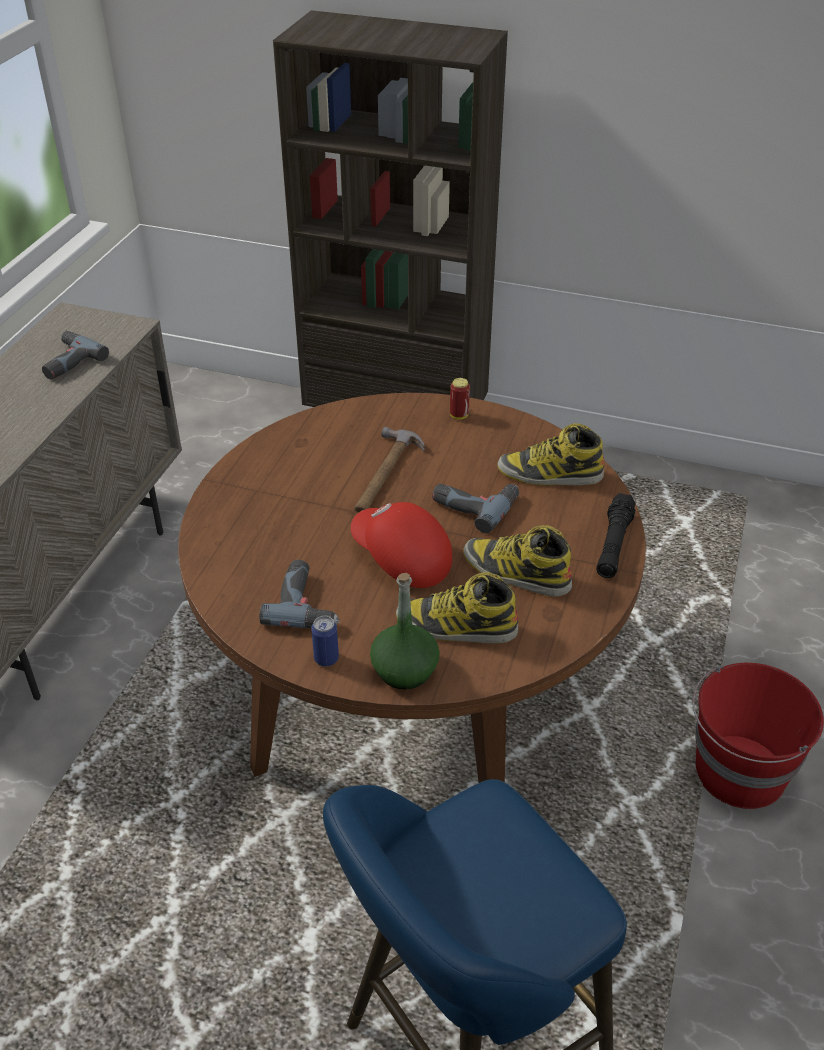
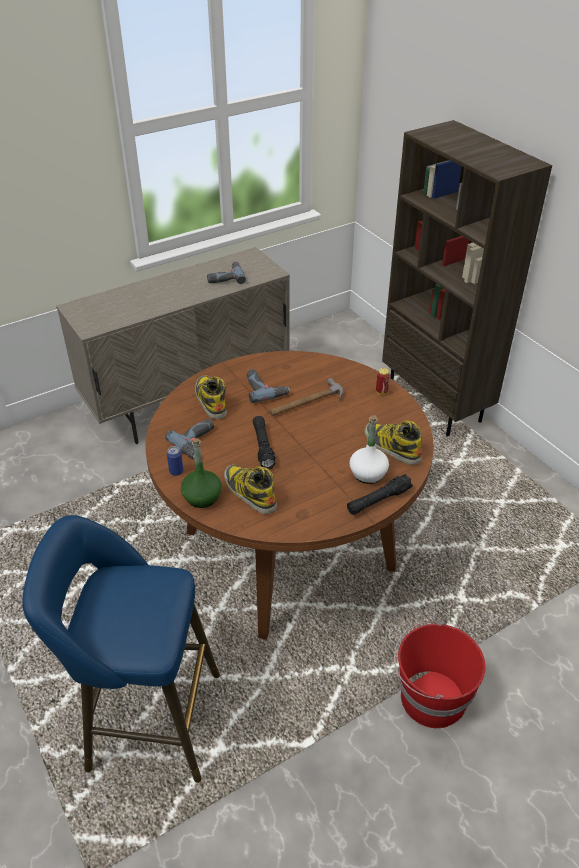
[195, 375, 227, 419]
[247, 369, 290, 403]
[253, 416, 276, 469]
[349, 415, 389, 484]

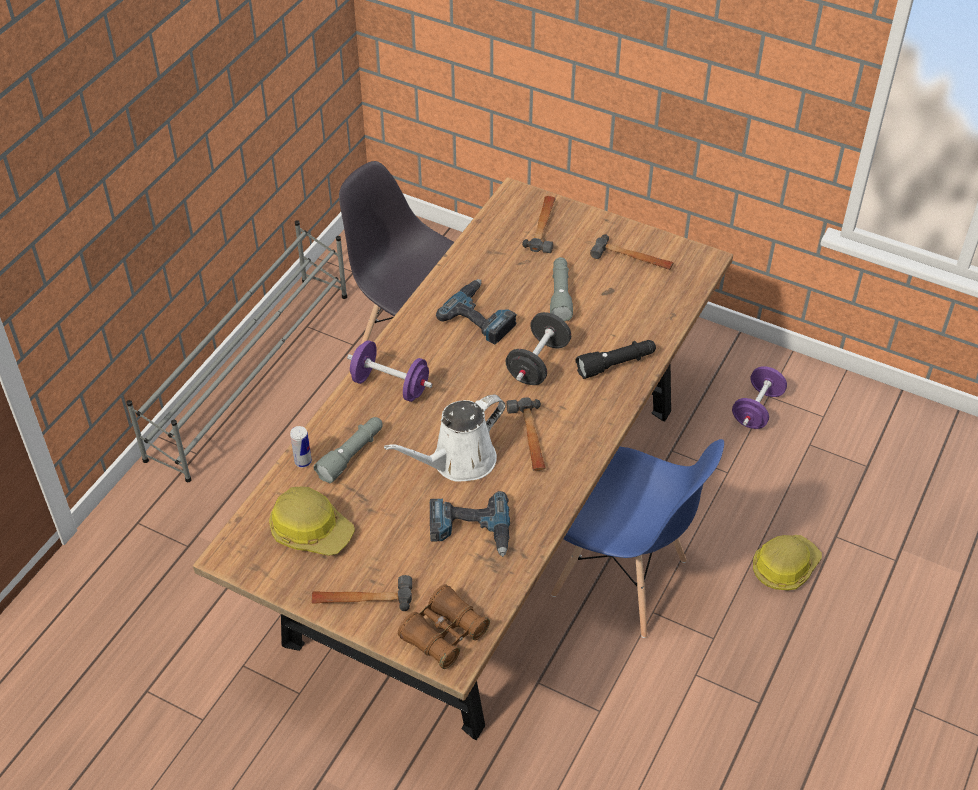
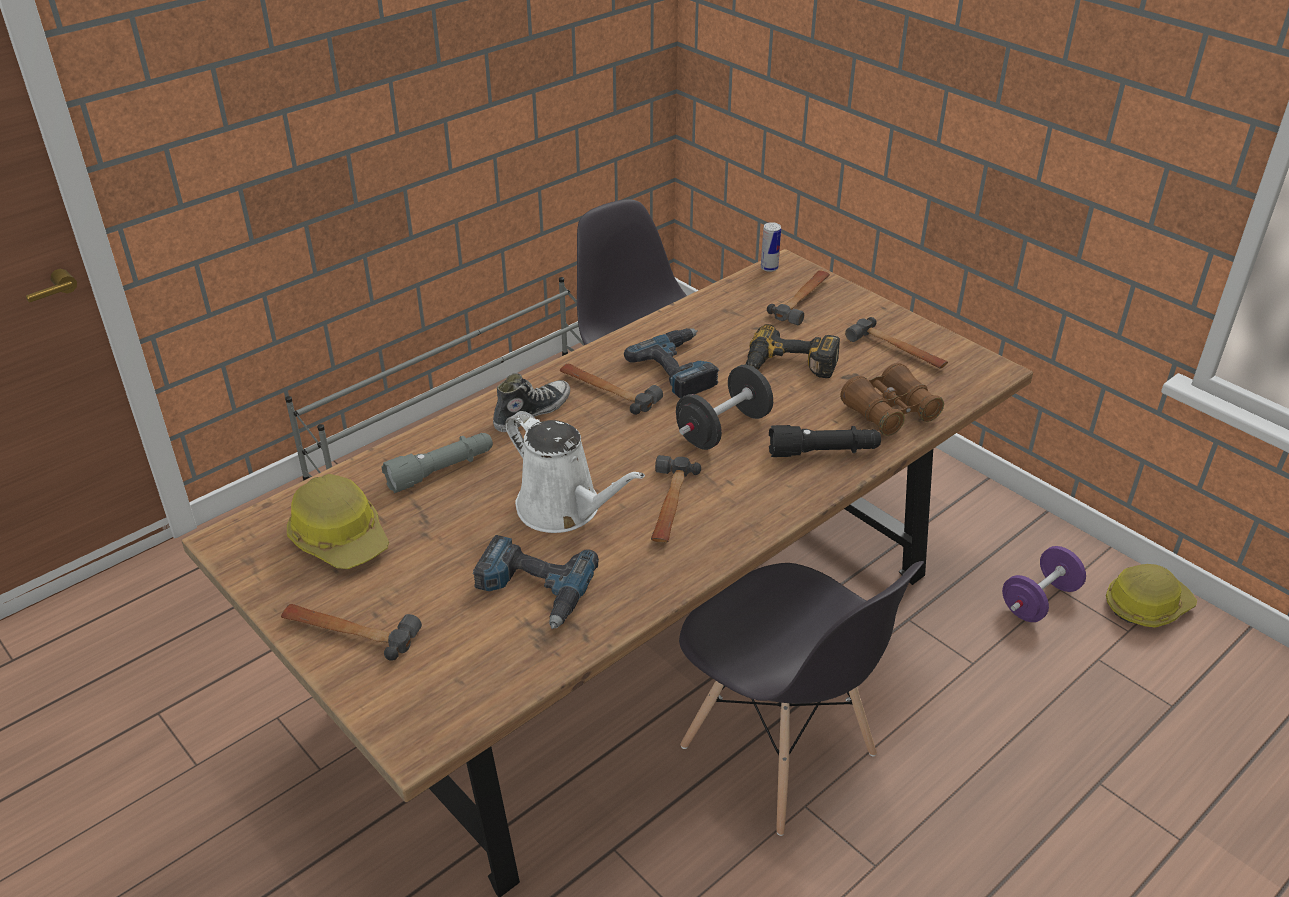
[493, 373, 570, 432]
[505, 411, 645, 533]
[560, 364, 663, 415]
[679, 561, 924, 836]
[746, 324, 840, 378]
[761, 222, 781, 272]
[840, 363, 944, 436]
[1106, 564, 1197, 628]

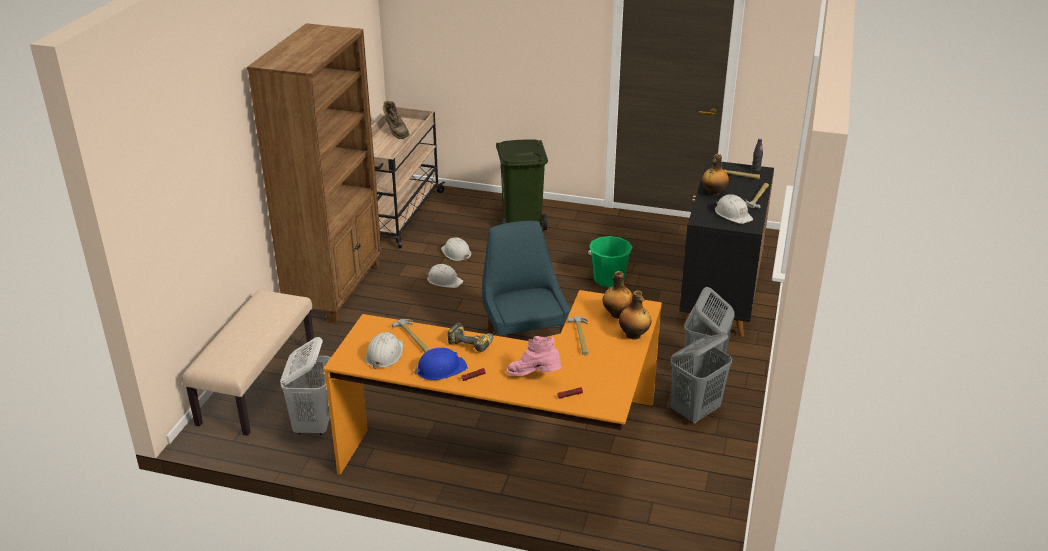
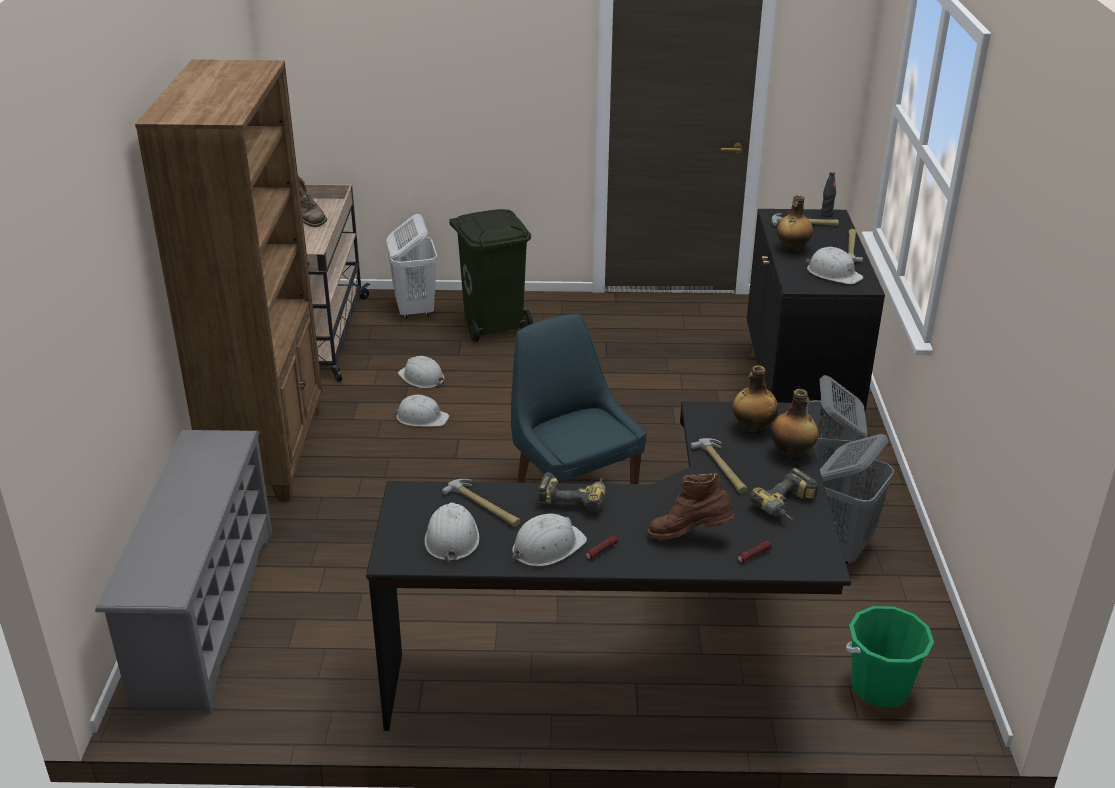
[95, 430, 272, 713]
[366, 401, 851, 731]
[386, 214, 437, 319]
[512, 514, 587, 566]
[648, 473, 735, 540]
[749, 468, 818, 520]
[846, 606, 934, 707]

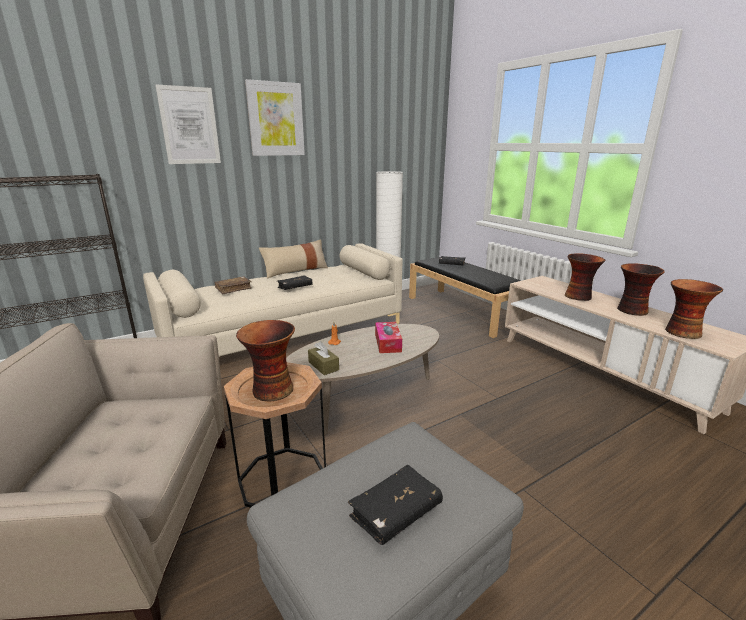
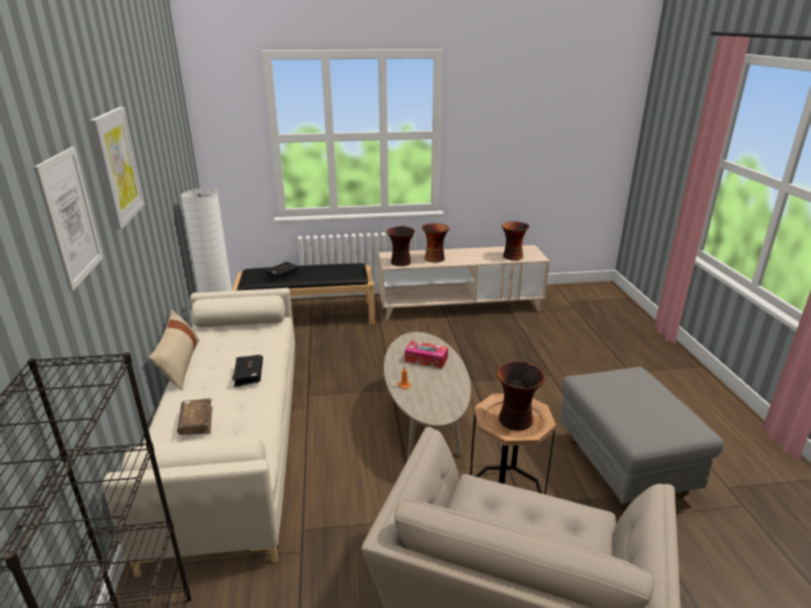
[387, 226, 415, 266]
[308, 341, 339, 375] (first image)
[348, 465, 443, 545] (first image)

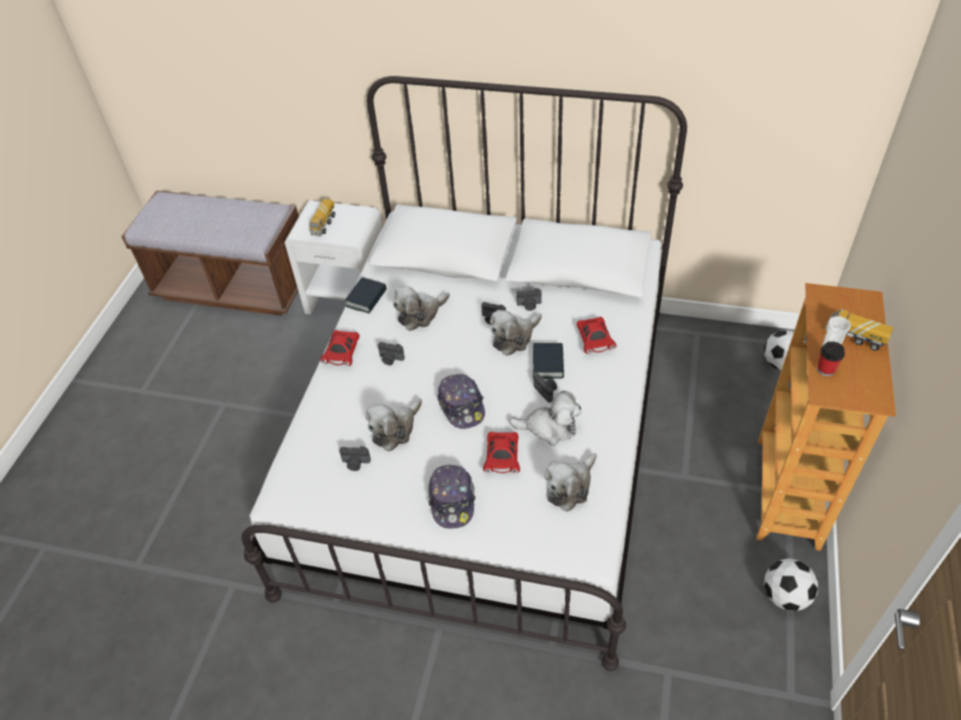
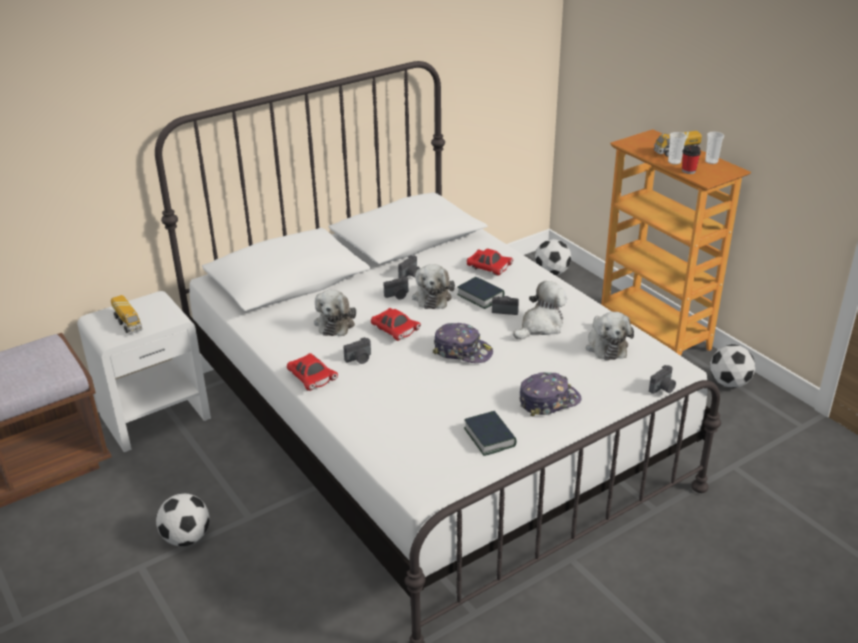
[156, 493, 210, 546]
[371, 308, 421, 341]
[464, 411, 517, 456]
[520, 372, 582, 417]
[649, 365, 676, 394]
[705, 132, 724, 164]
[366, 398, 422, 452] (first image)

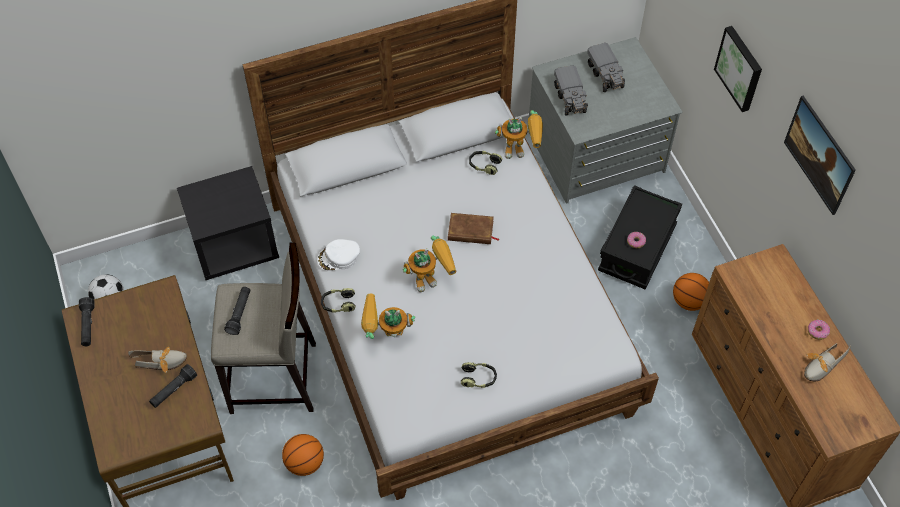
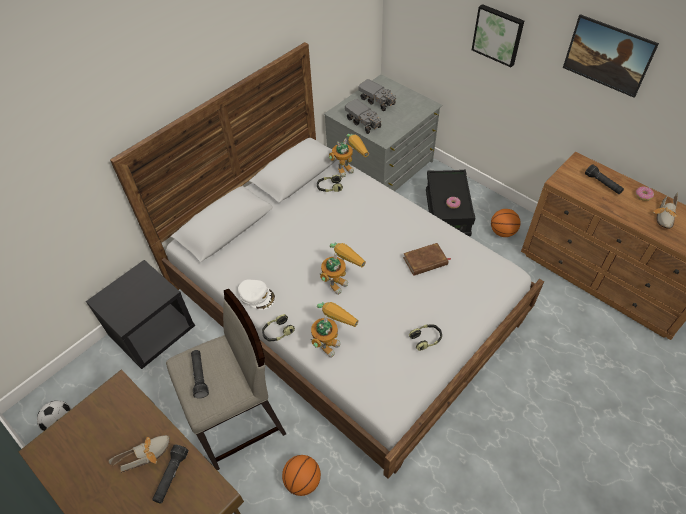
[238, 279, 275, 310]
[311, 302, 359, 357]
[403, 243, 451, 276]
[585, 164, 624, 194]

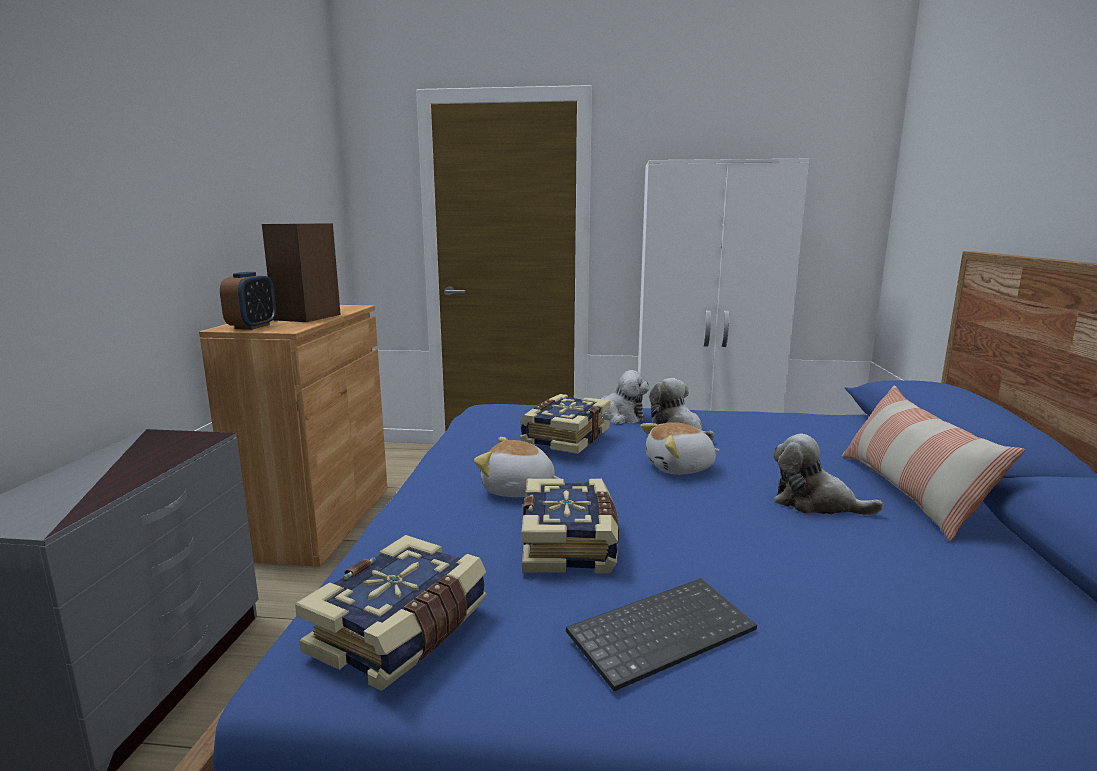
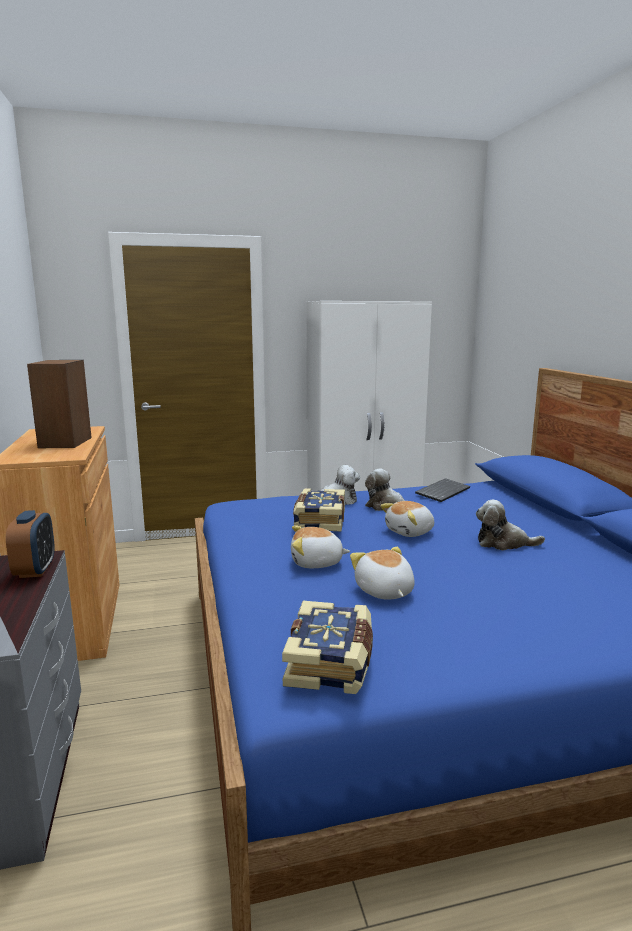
[6, 510, 55, 578]
[350, 547, 415, 599]
[415, 478, 470, 502]
[841, 385, 1025, 542] (first image)

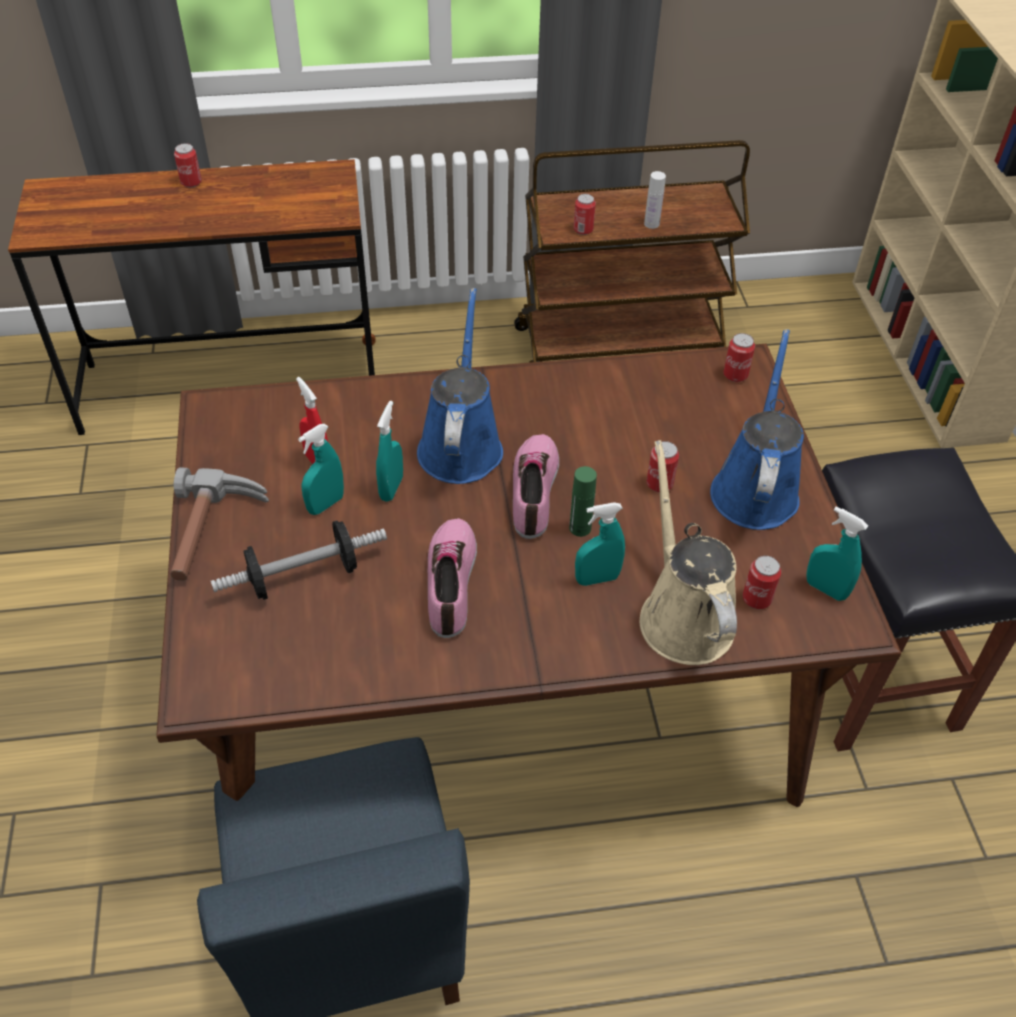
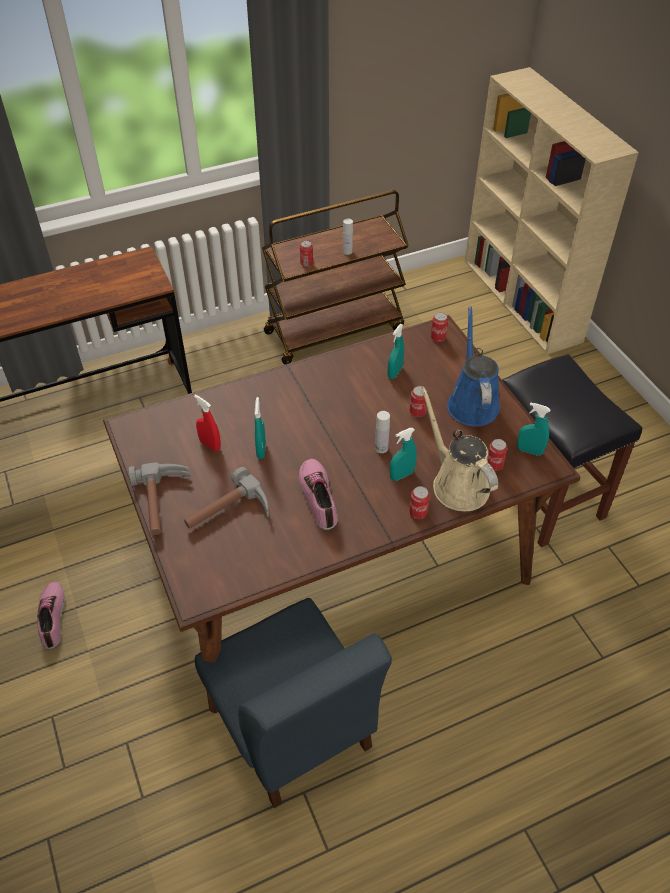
[37, 582, 65, 649]
[184, 467, 269, 529]
[375, 411, 390, 453]
[388, 324, 404, 379]
[409, 486, 430, 519]
[417, 288, 503, 484] (first image)

